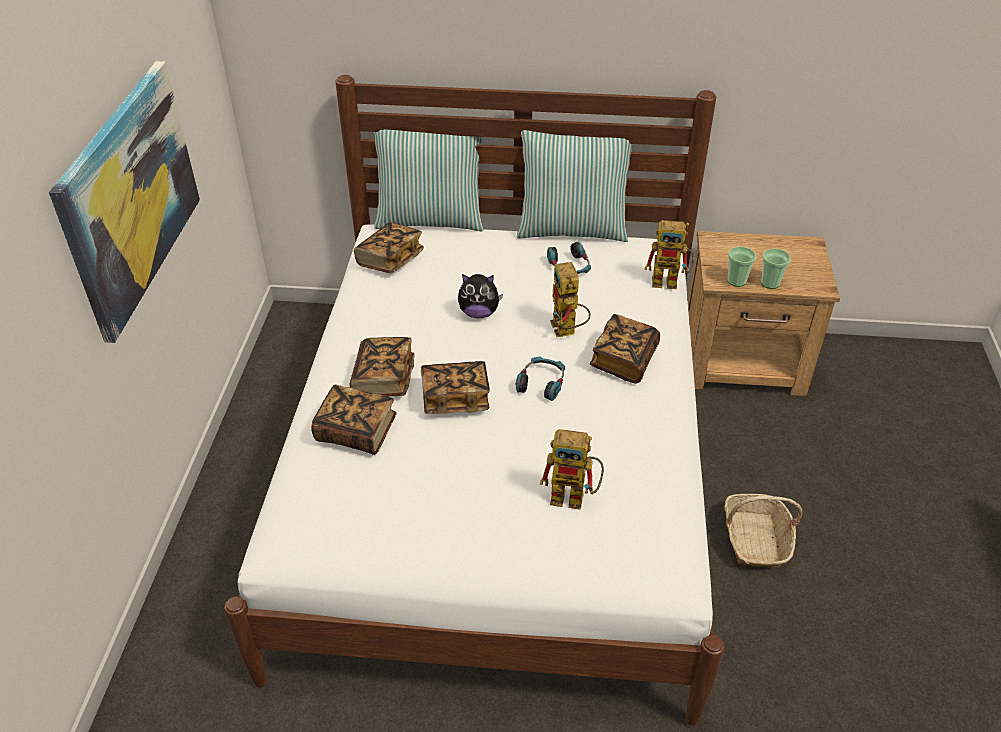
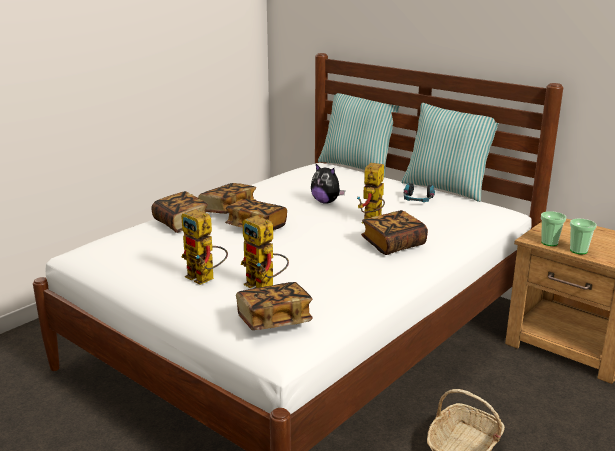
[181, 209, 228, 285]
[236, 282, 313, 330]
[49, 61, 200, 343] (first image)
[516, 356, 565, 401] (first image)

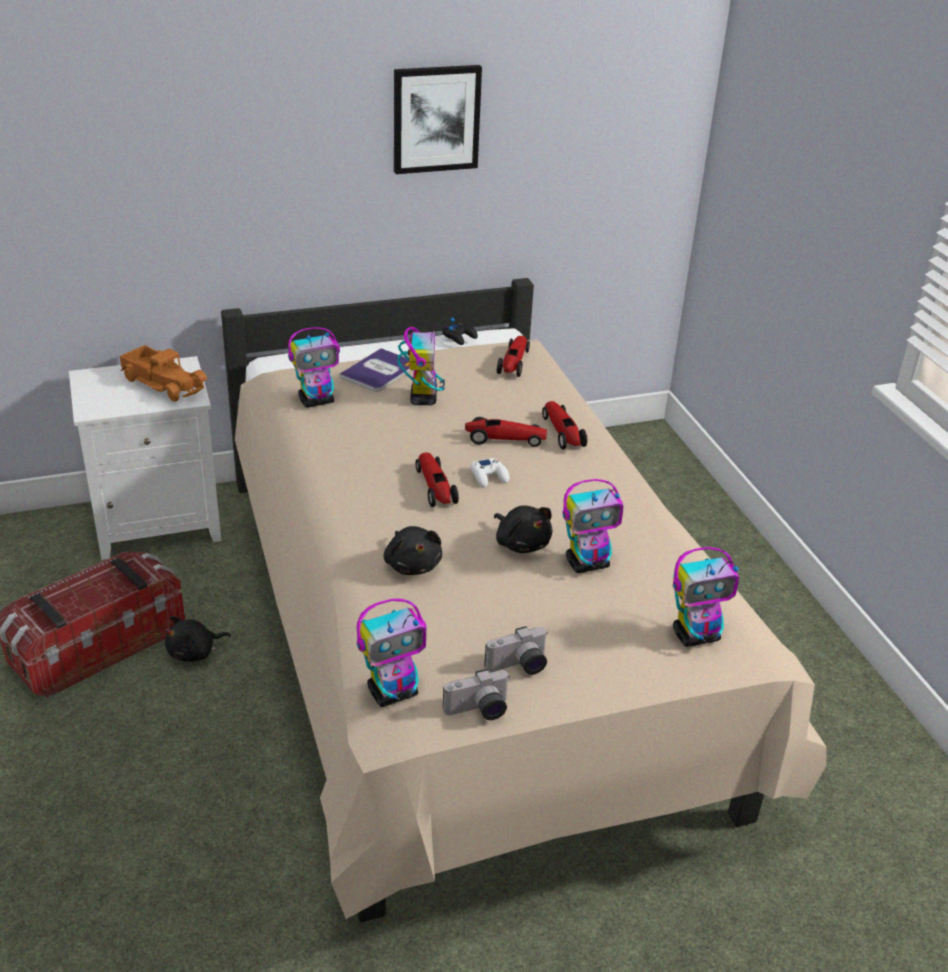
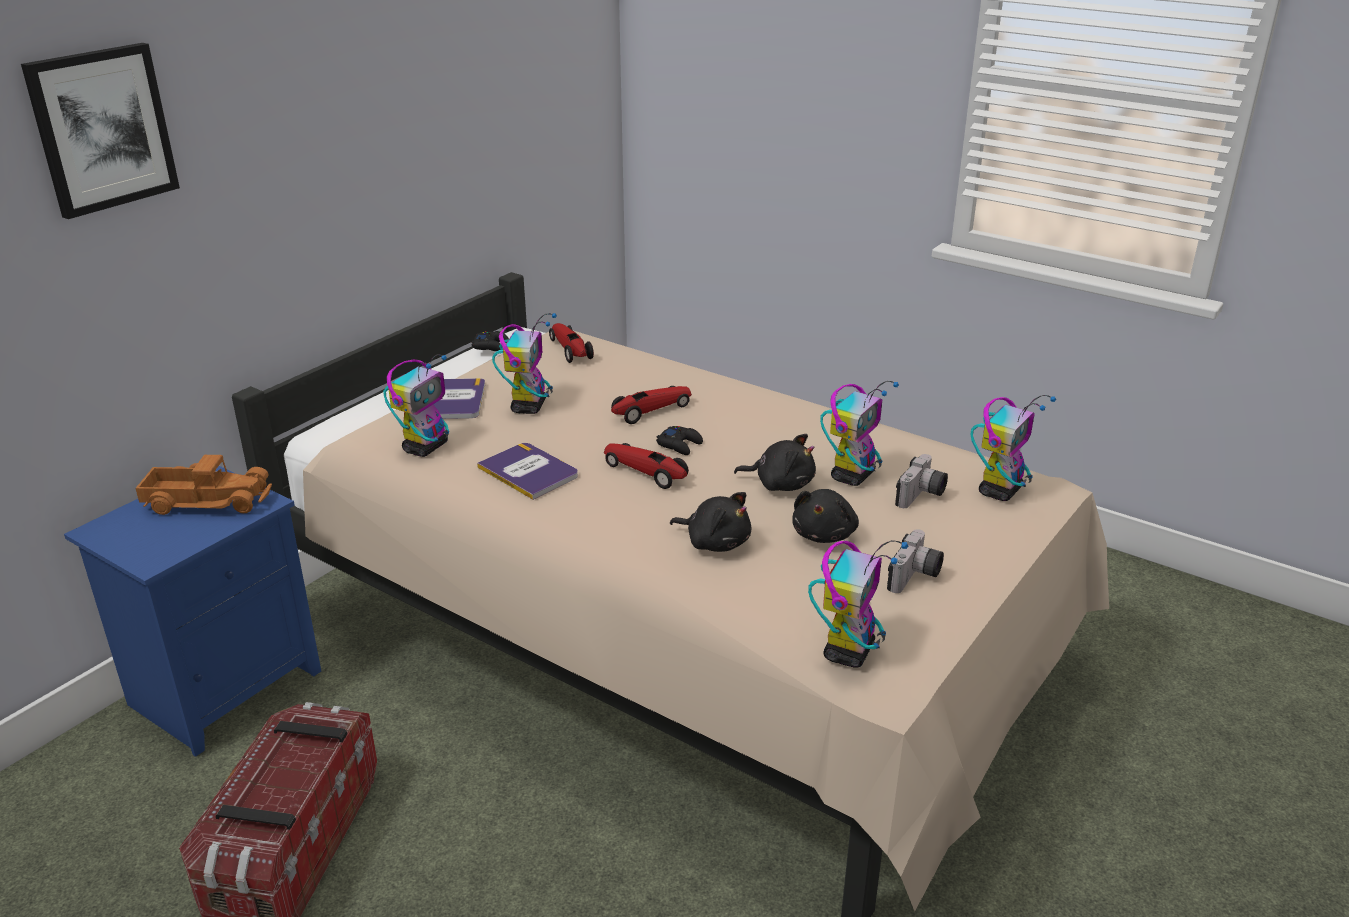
[21, 43, 180, 219]
[64, 466, 321, 757]
[477, 443, 578, 500]
[492, 313, 557, 414]
[656, 426, 703, 455]
[792, 489, 859, 543]
[895, 454, 948, 508]
[542, 401, 587, 449] (first image)

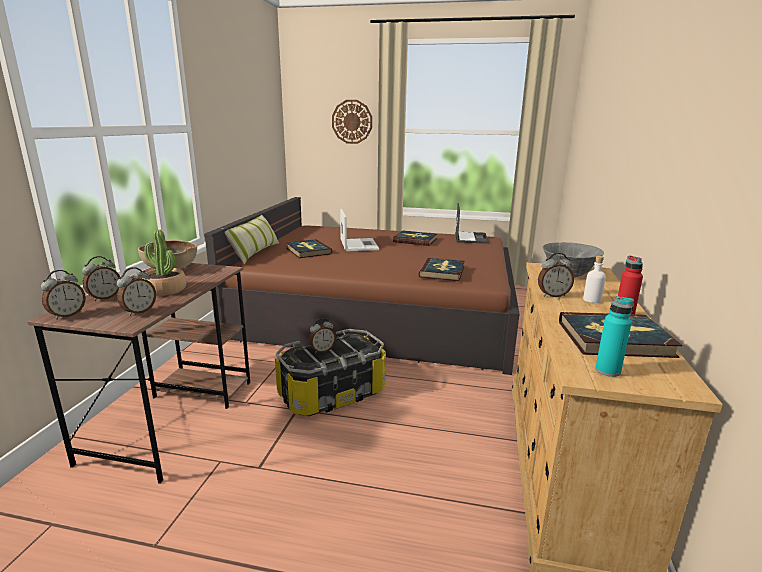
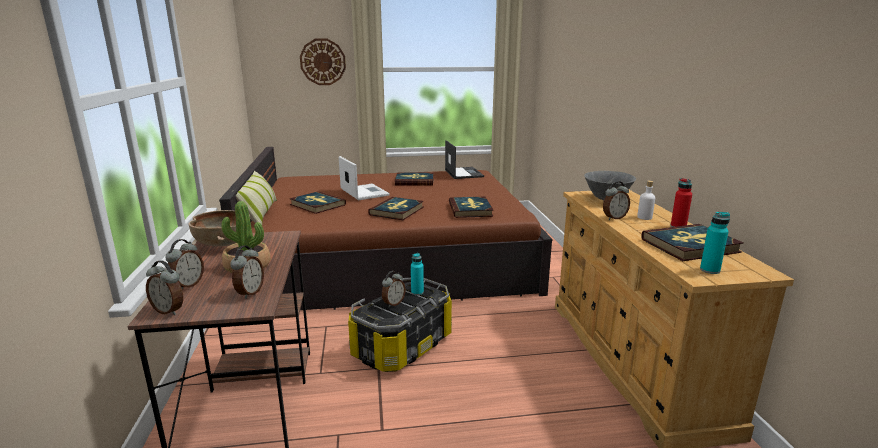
[146, 260, 183, 315]
[368, 197, 424, 220]
[411, 253, 424, 295]

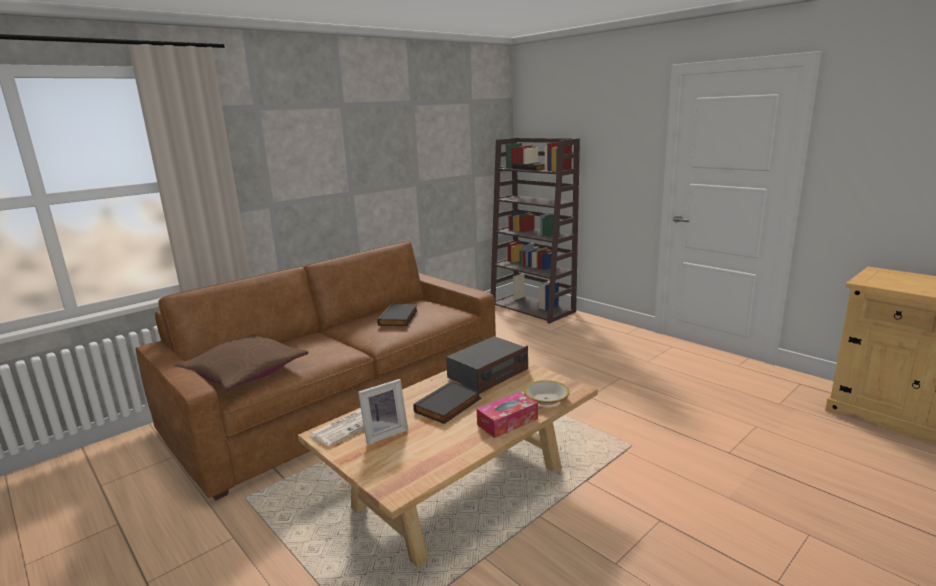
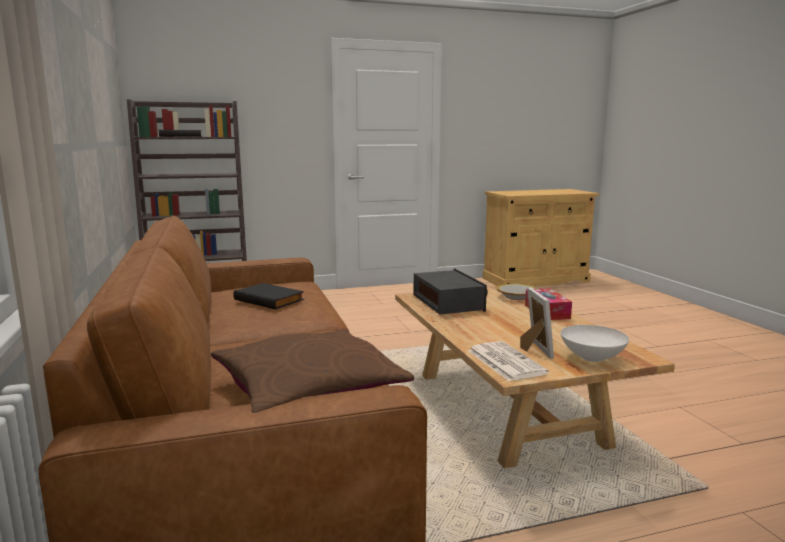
[561, 325, 629, 362]
[413, 381, 481, 424] (first image)

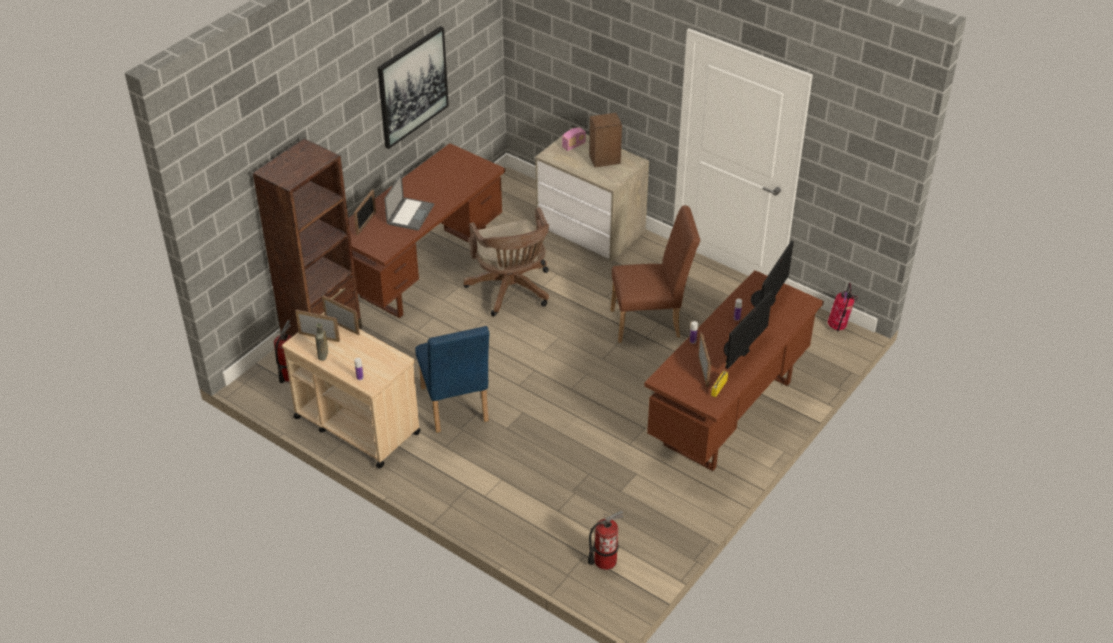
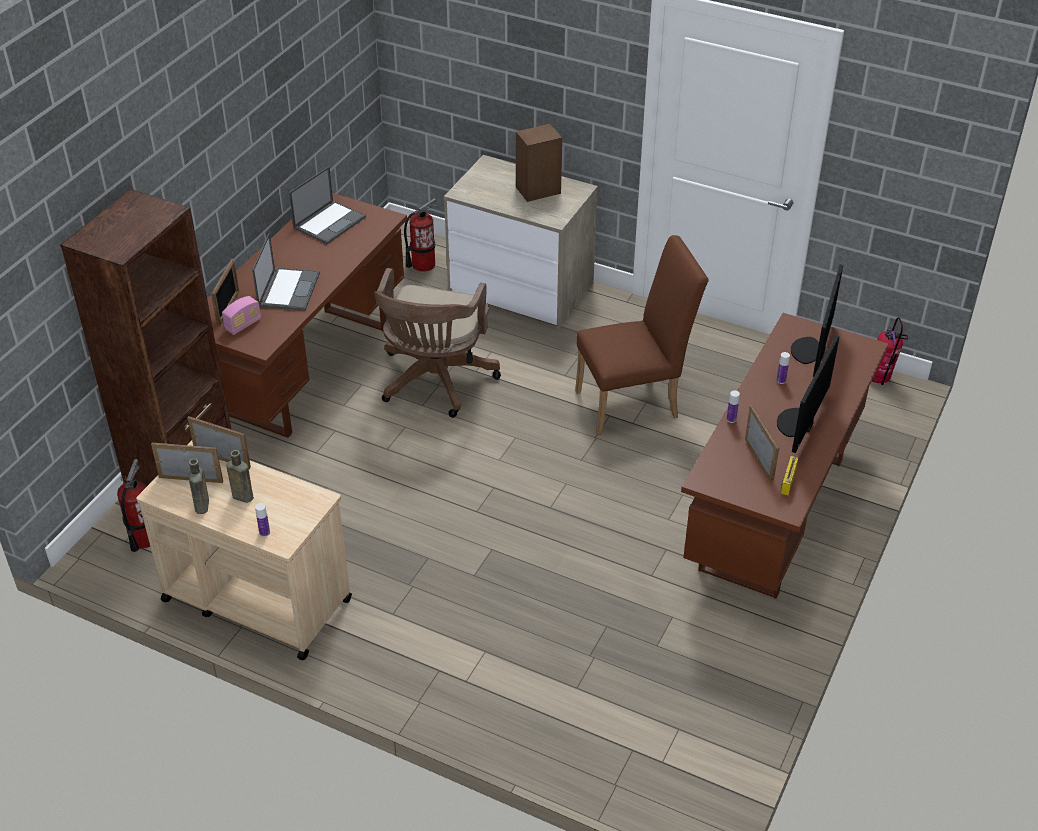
[222, 296, 261, 335]
[226, 450, 254, 503]
[289, 166, 366, 245]
[374, 268, 501, 418]
[404, 198, 437, 272]
[378, 26, 449, 149] (first image)
[415, 326, 489, 433] (first image)

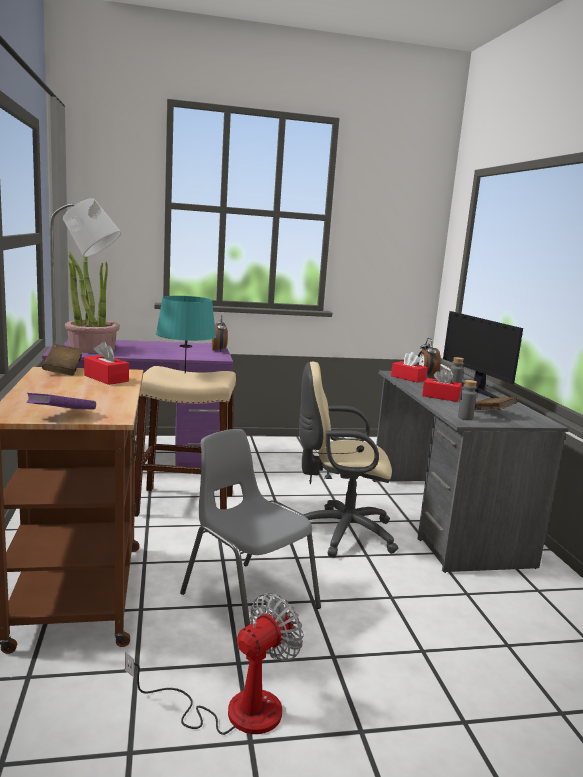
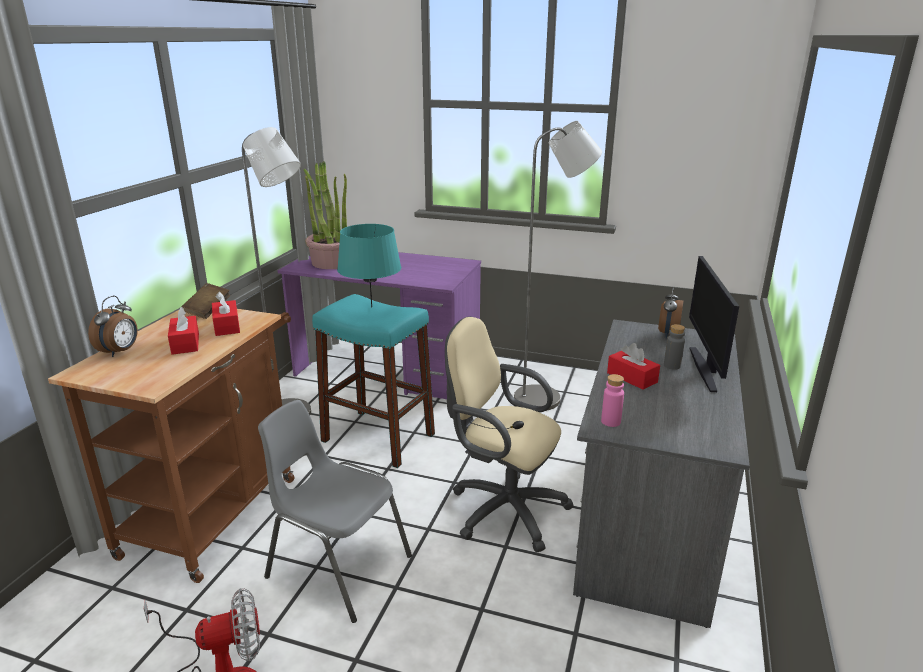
[88, 295, 138, 357]
[168, 307, 199, 355]
[258, 400, 412, 623]
[312, 294, 435, 468]
[514, 121, 602, 411]
[601, 374, 624, 427]
[27, 393, 96, 410] (first image)
[475, 397, 518, 410] (first image)

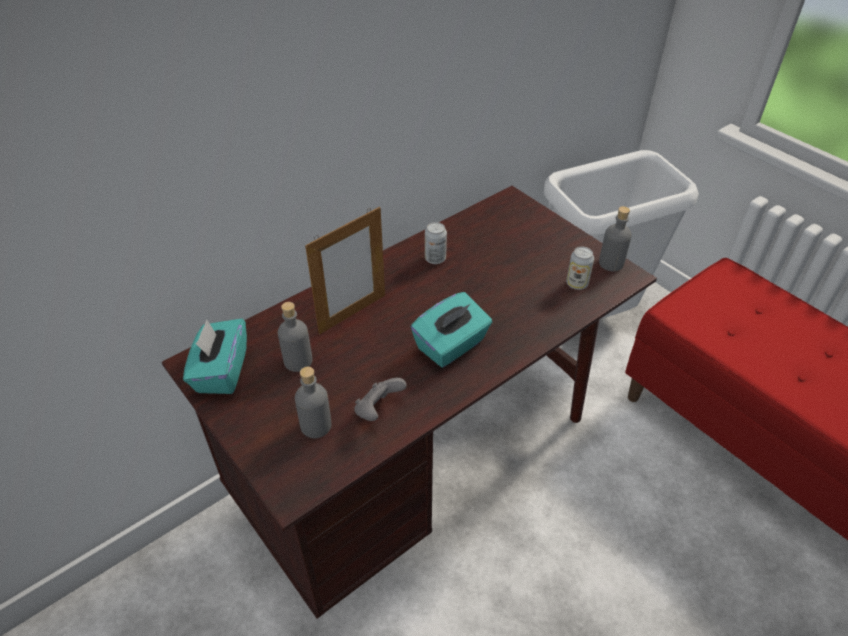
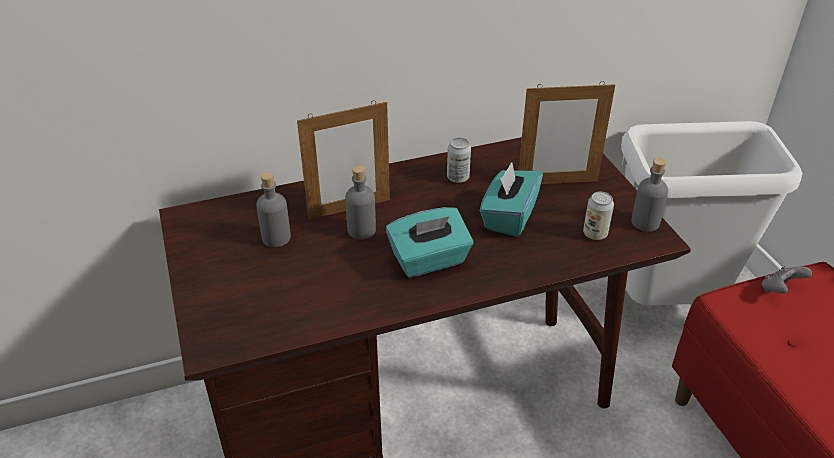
[345, 165, 376, 240]
[480, 162, 543, 237]
[518, 81, 615, 184]
[761, 266, 812, 293]

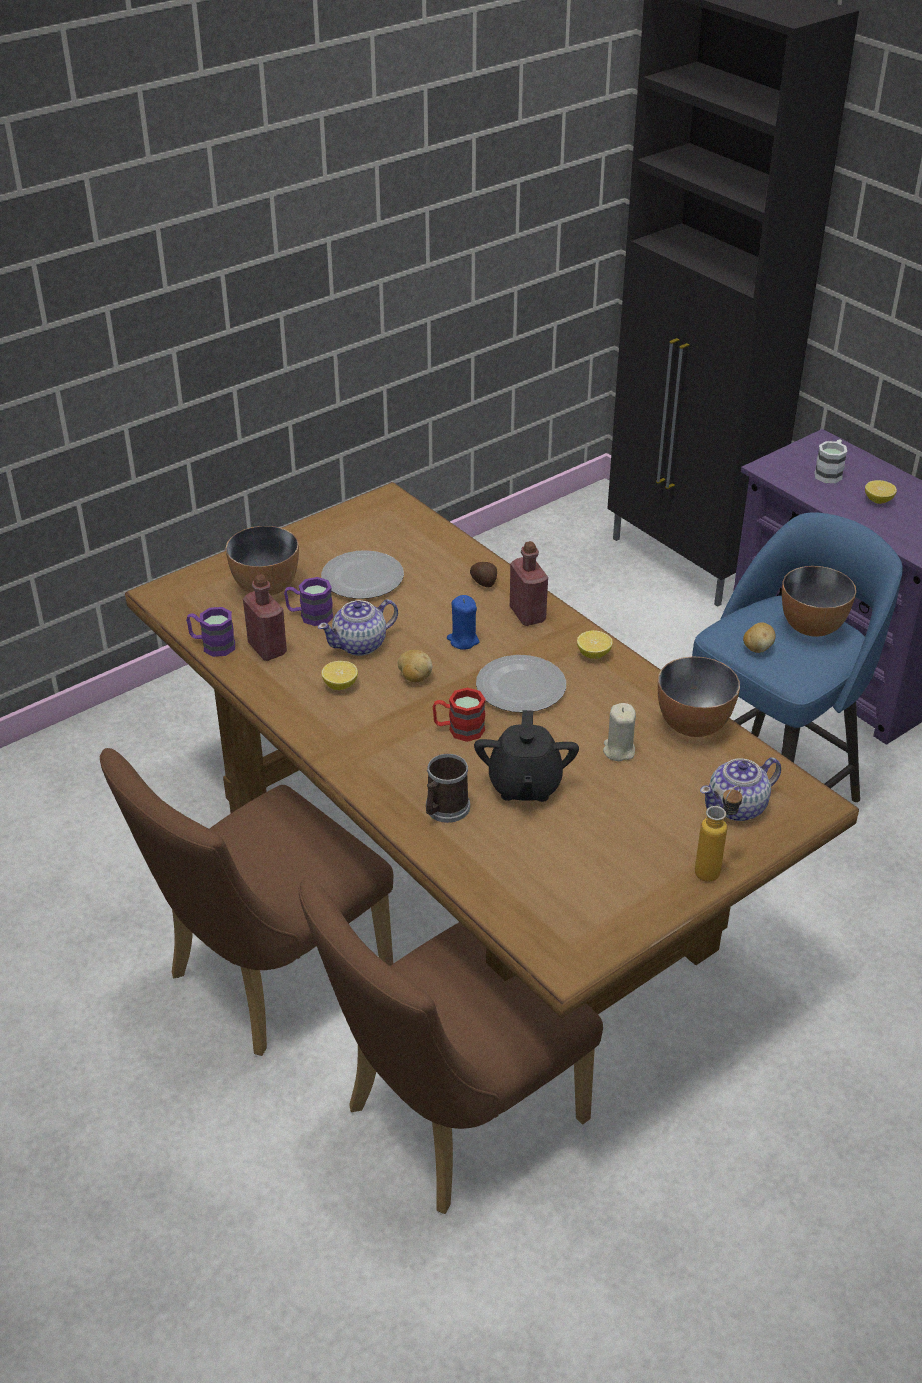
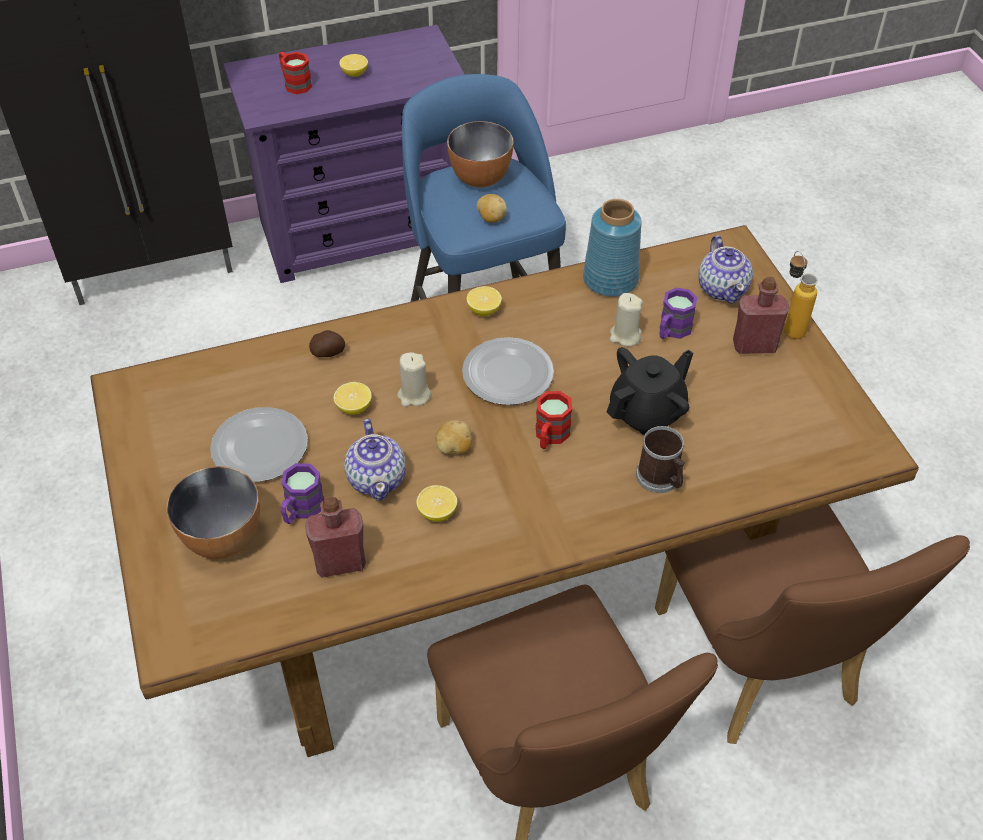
[279, 52, 312, 94]
[334, 382, 372, 415]
[397, 352, 432, 407]
[583, 199, 642, 297]
[606, 347, 693, 435]
[659, 288, 697, 339]
[733, 277, 789, 354]

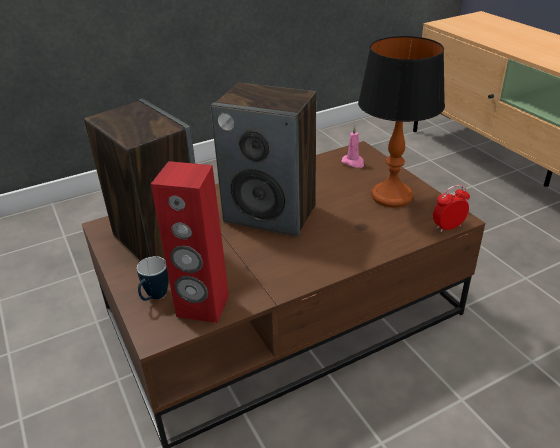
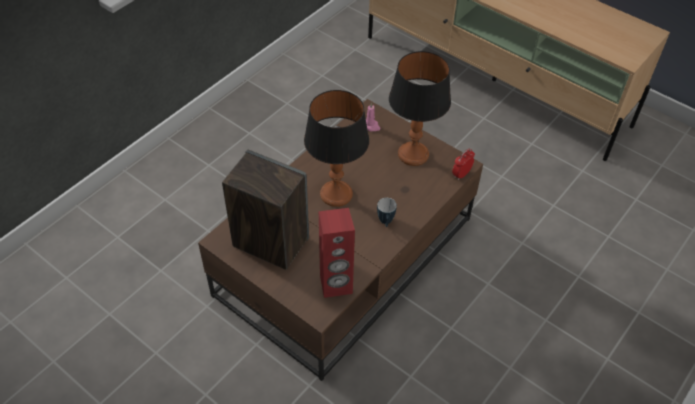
[304, 90, 369, 207]
[377, 198, 397, 227]

